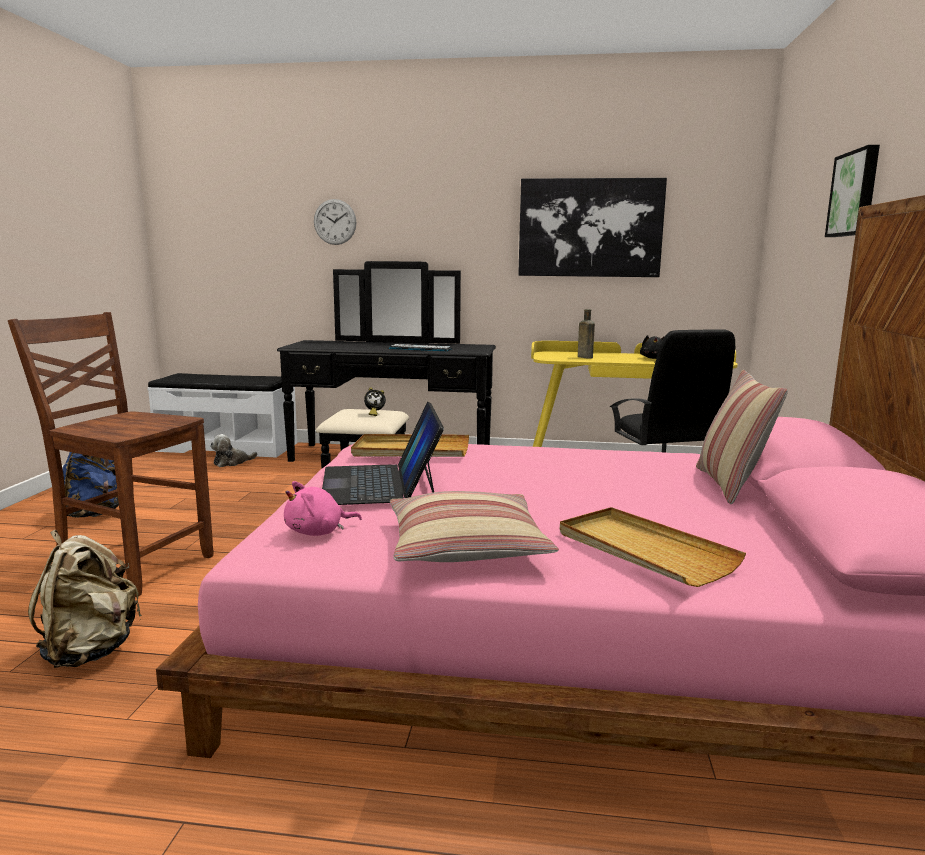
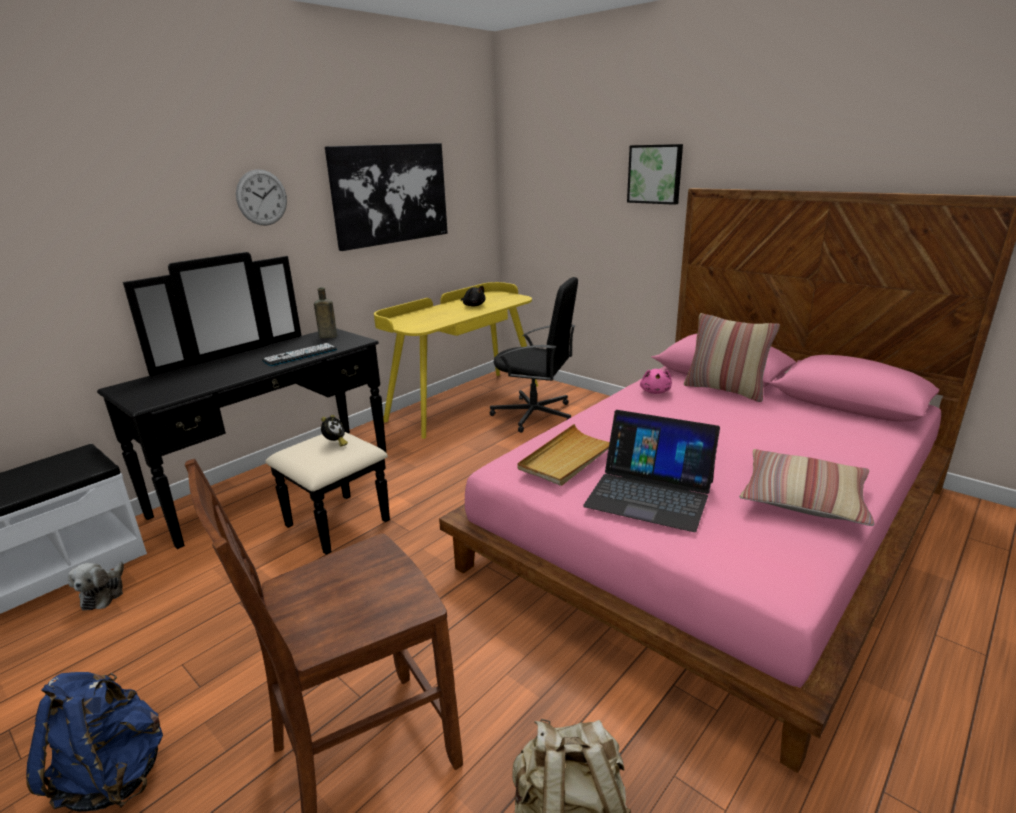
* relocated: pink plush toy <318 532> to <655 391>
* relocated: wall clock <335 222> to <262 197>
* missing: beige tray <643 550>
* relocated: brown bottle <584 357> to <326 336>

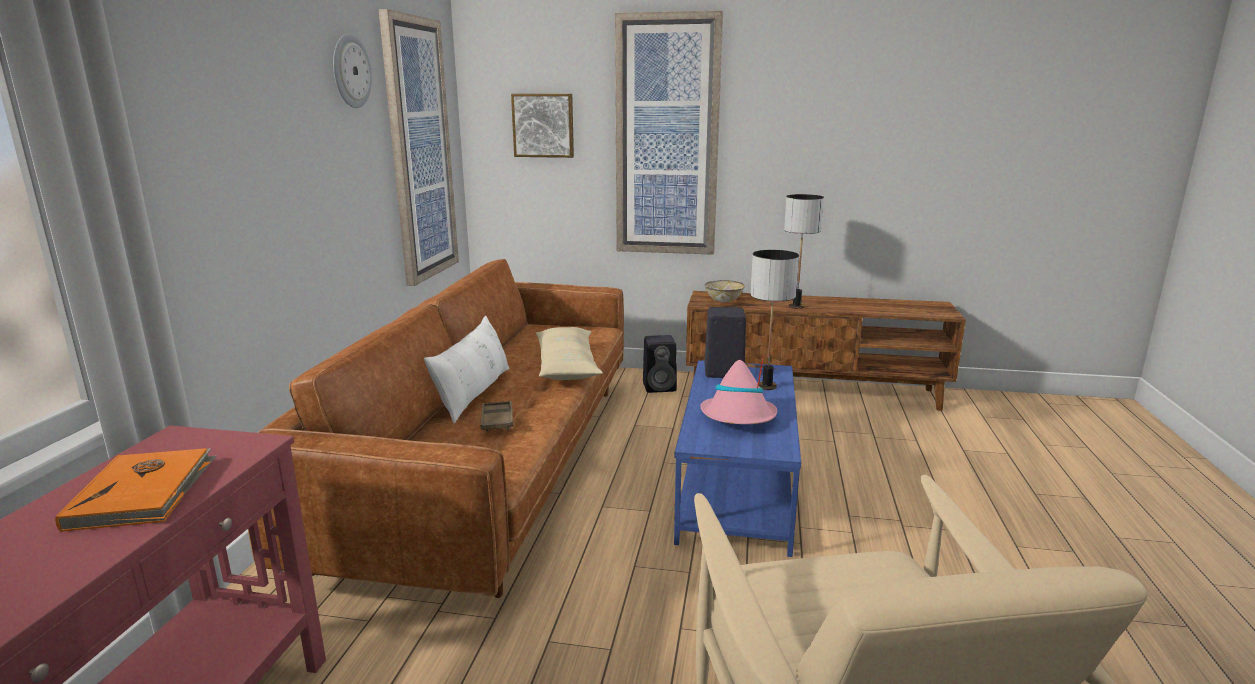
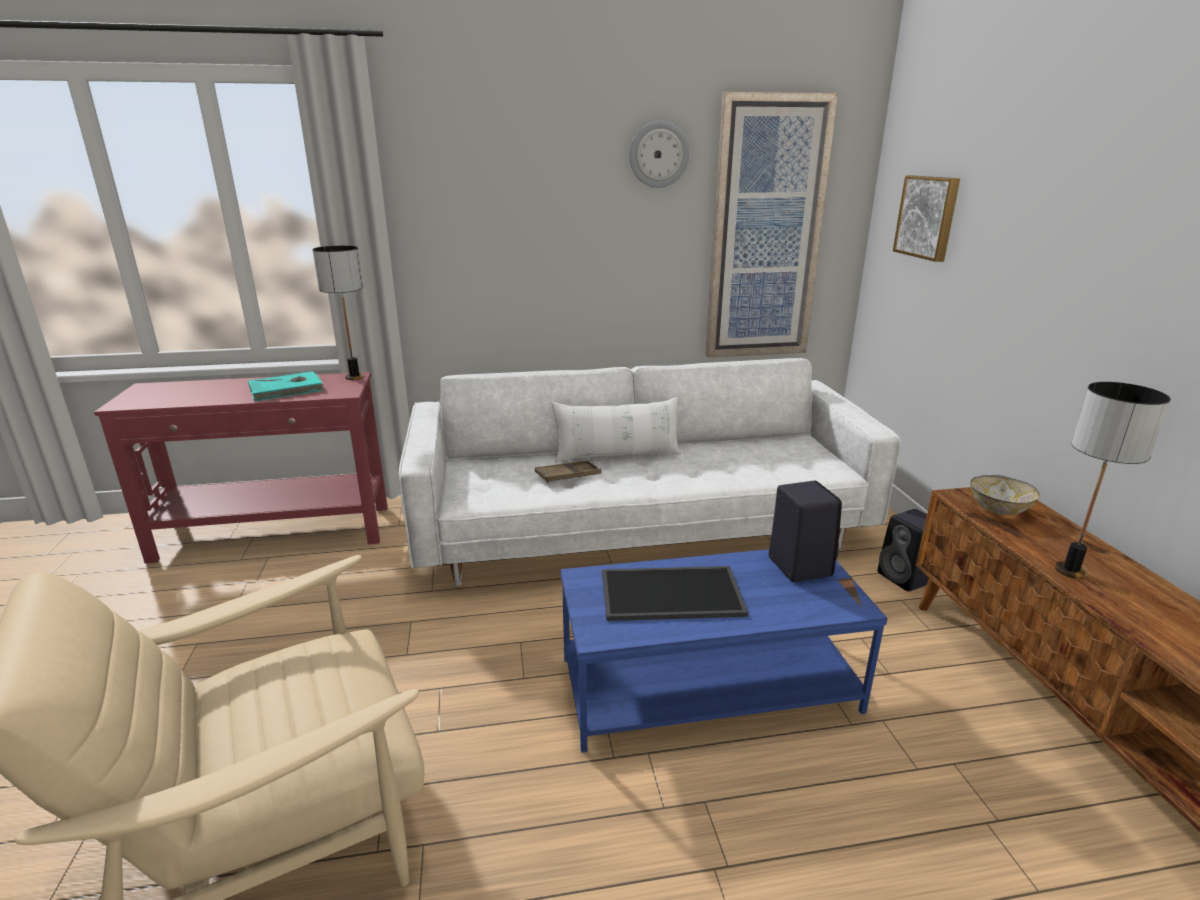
* colour: orange book <144 492> to turquoise book <287 389>
* colour: brown sofa <494 464> to white sofa <639 528>
* missing: beige pillow <567 366>
* missing: picture <667 137>
* exchanged: pink hat <739 417> to tray <670 595>
* relocated: table lamp <767 386> to <354 377>

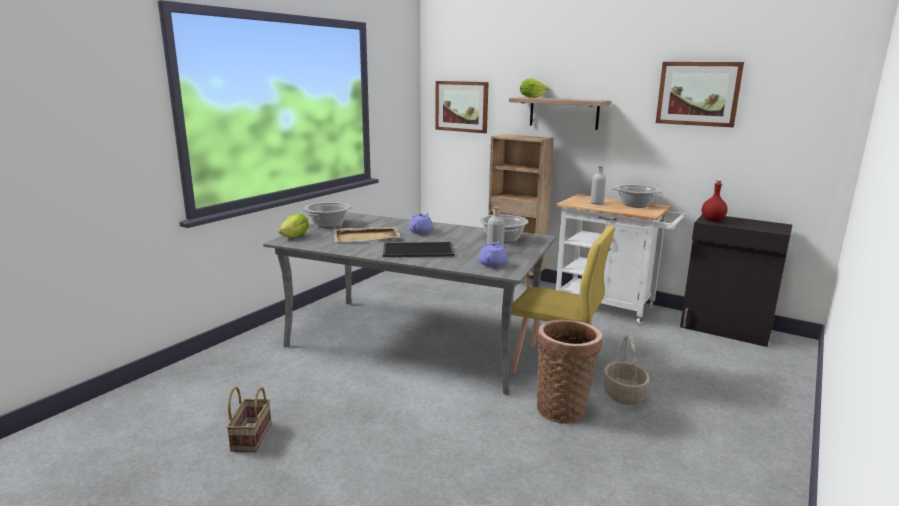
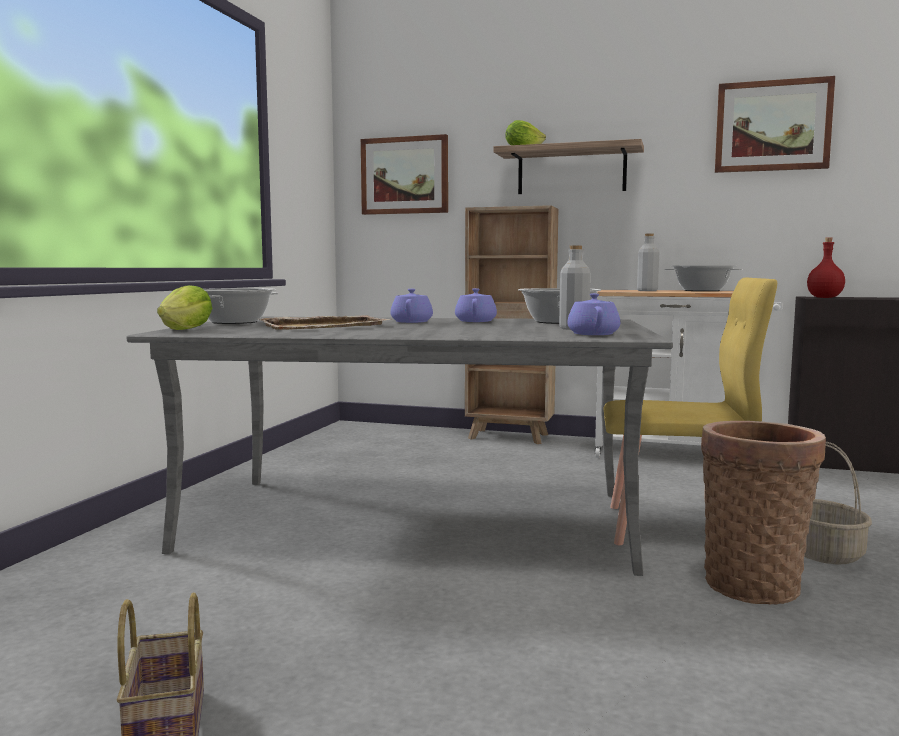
* missing: tray <417 250>
* appeared: purple teapot <475 321>

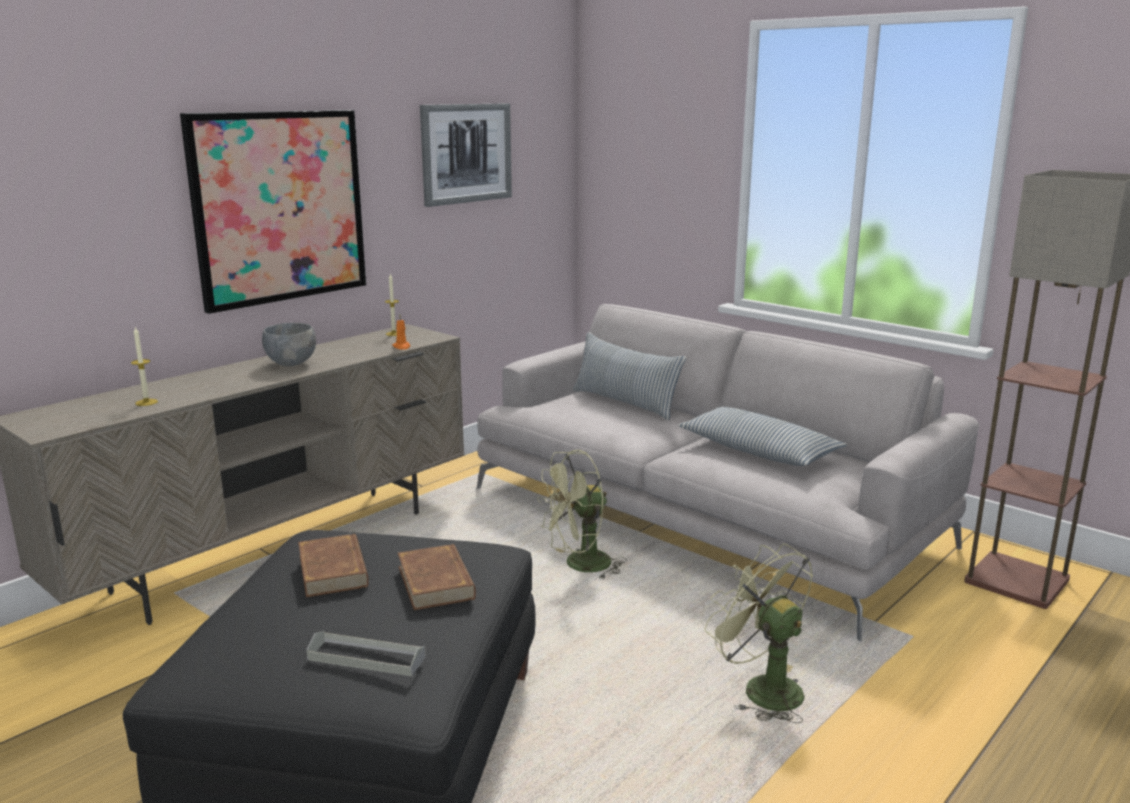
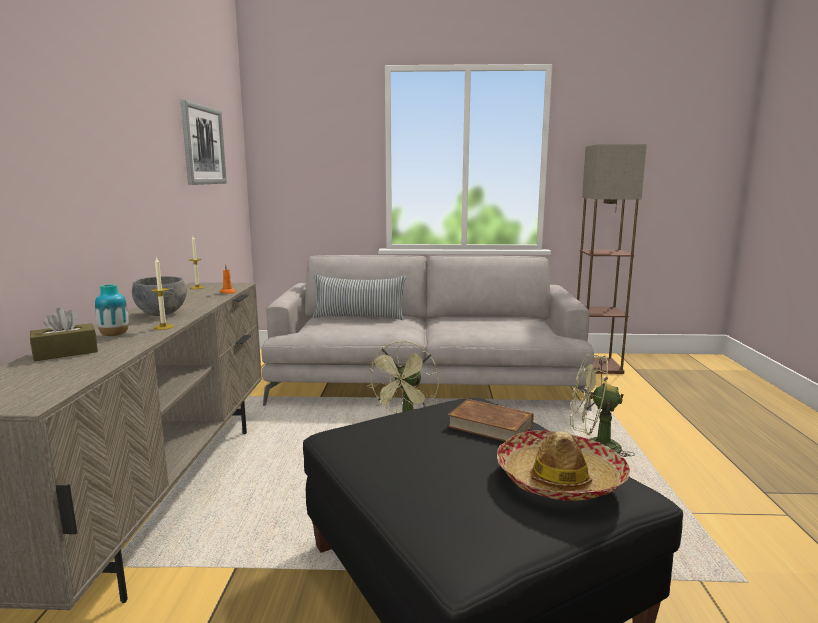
* relocated: candle <146 402> to <163 327>
* missing: picture <279 207>
* missing: brown book <334 570>
* exchanged: grey tray <366 658> to hat <560 479>
* missing: pillow <759 451>
* appeared: brown tissue box <65 353>
* appeared: vase <114 335>

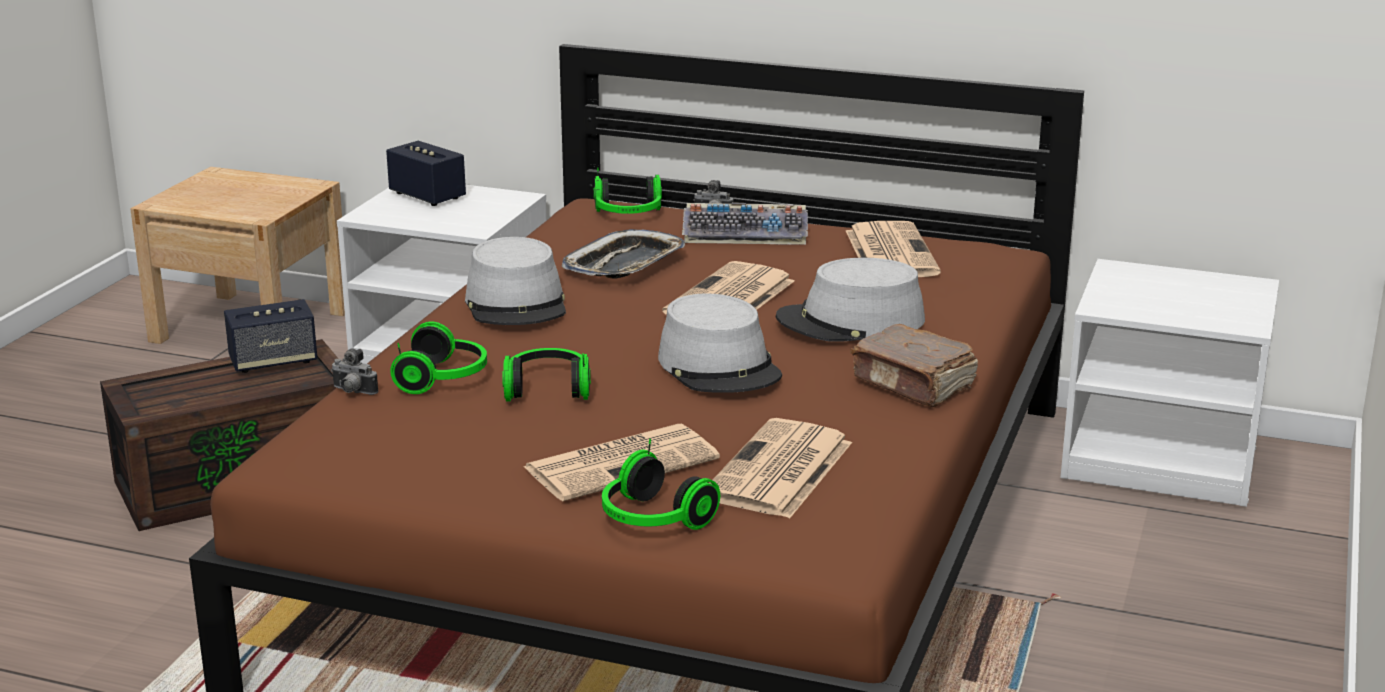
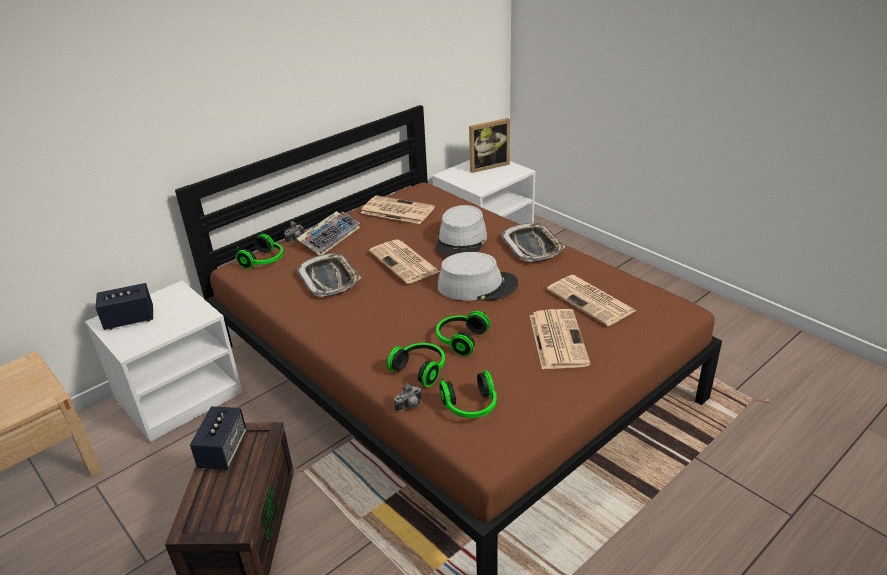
* missing: grey hat <517 304>
* relocated: headphones <652 520> to <471 407>
* exchanged: brown book <914 384> to tray <532 246>
* appeared: picture frame <487 166>

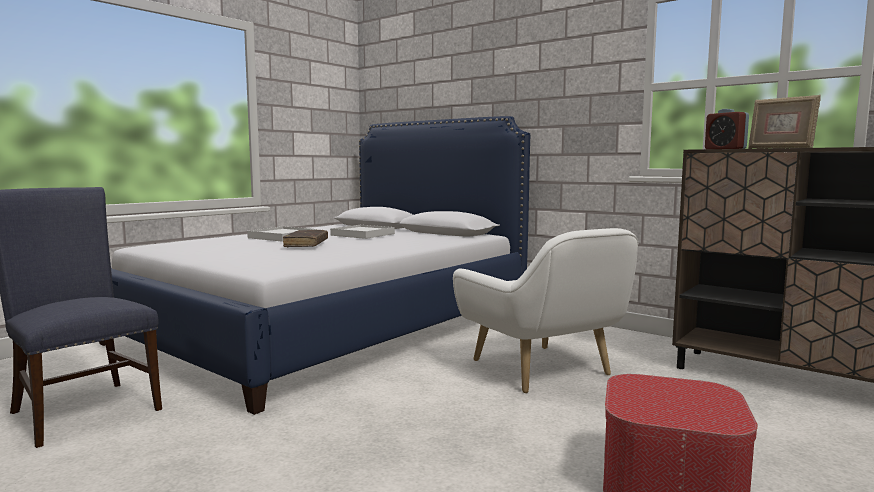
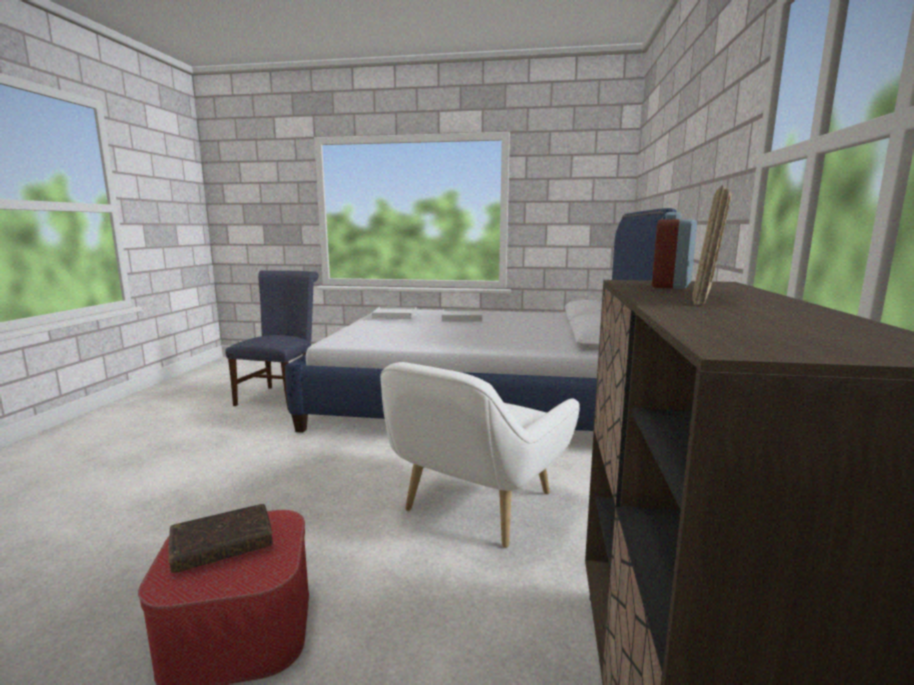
* relocated: brown book <306 244> to <222 546>
* relocated: white tray <362 234> to <394 315>

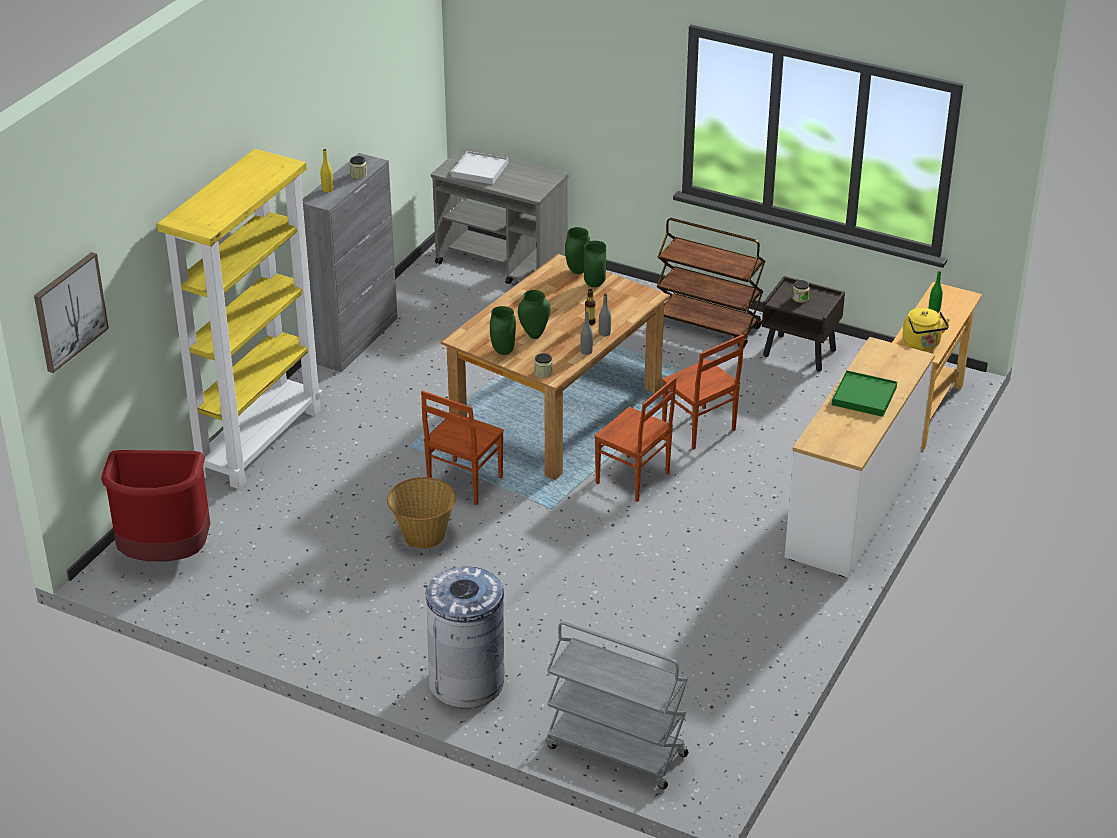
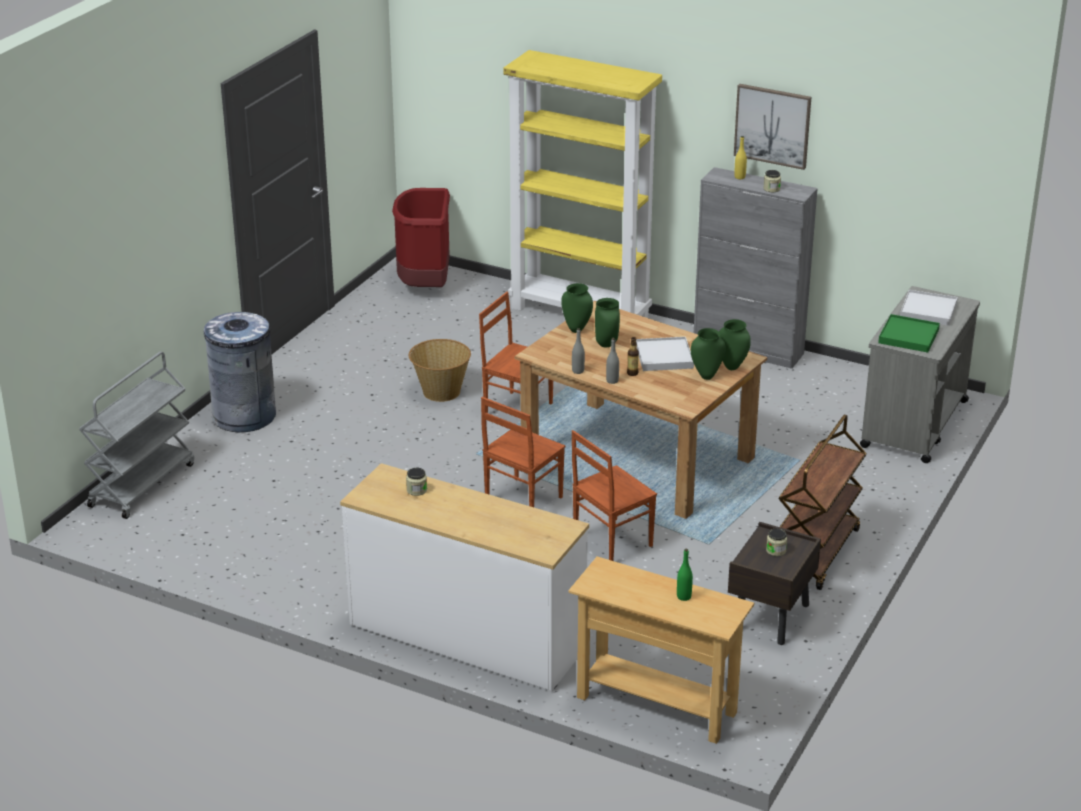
* relocated: picture <69 311> to <772 125>
* relocated: jar <543 373> to <416 490>
* relocated: green tray <864 396> to <908 336>
* missing: yellow kettle <922 344>
* appeared: white tray <664 357>

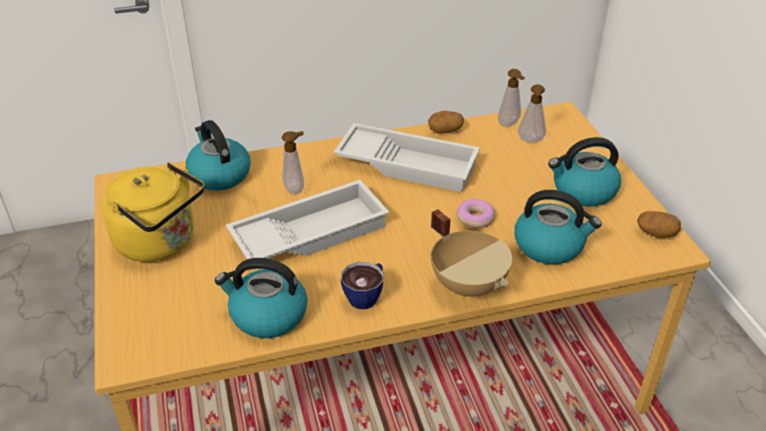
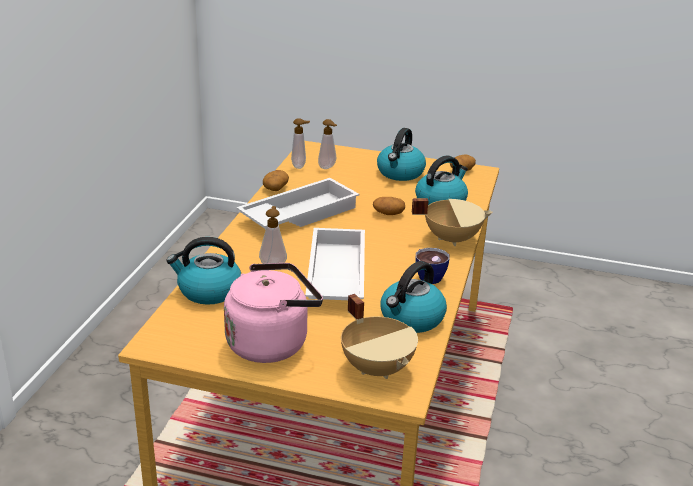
* colour: yellow kettle <161 242> to pink kettle <271 342>
* exchanged: donut <475 218> to potato <388 213>
* appeared: beige cooking pot <378 368>

